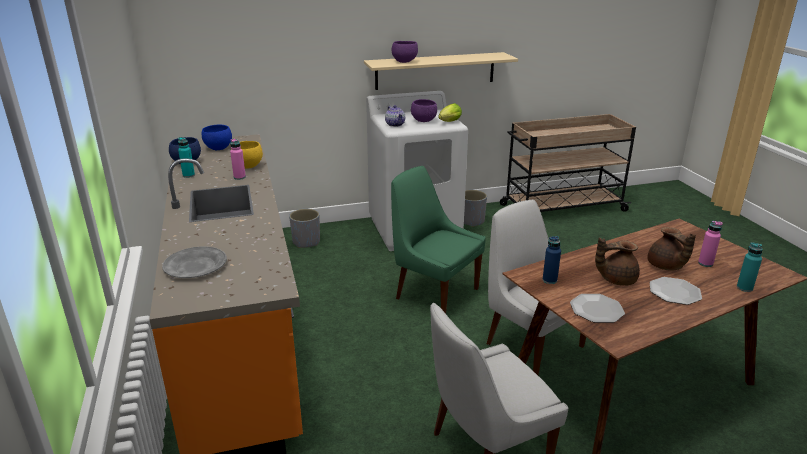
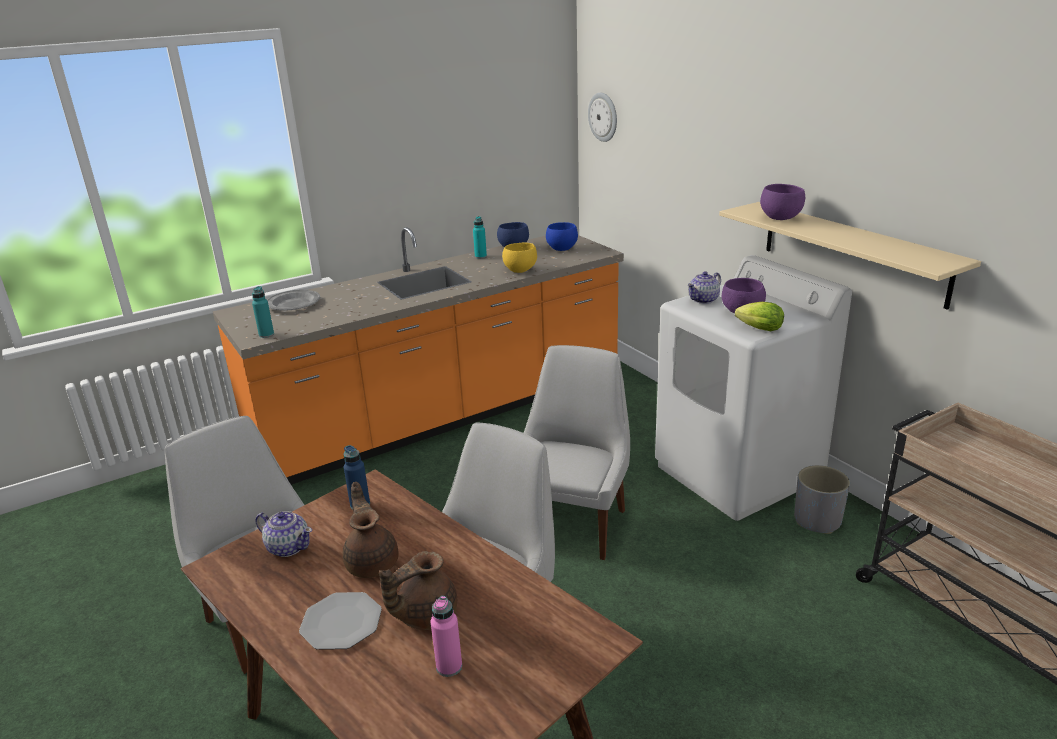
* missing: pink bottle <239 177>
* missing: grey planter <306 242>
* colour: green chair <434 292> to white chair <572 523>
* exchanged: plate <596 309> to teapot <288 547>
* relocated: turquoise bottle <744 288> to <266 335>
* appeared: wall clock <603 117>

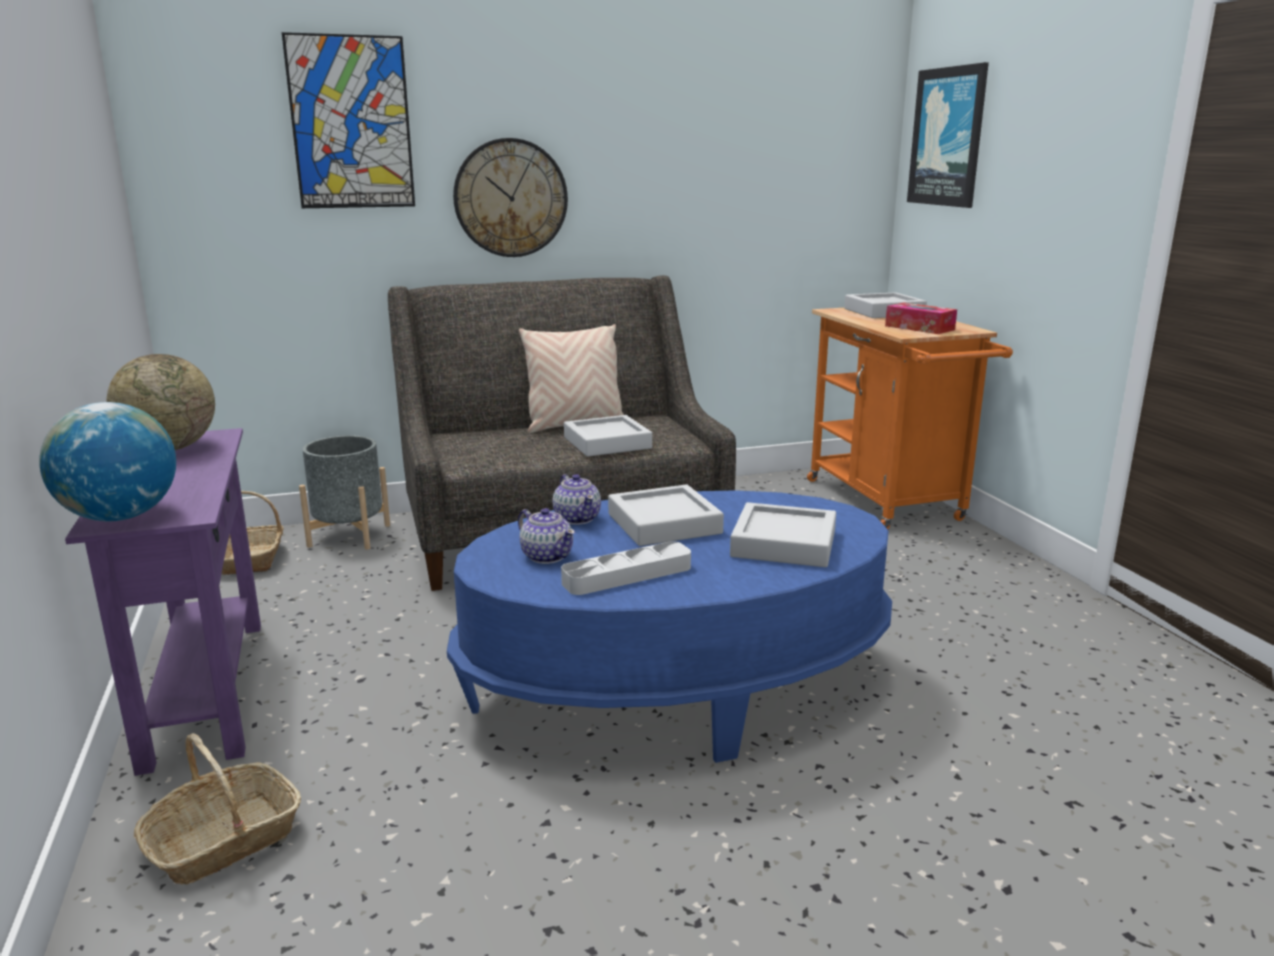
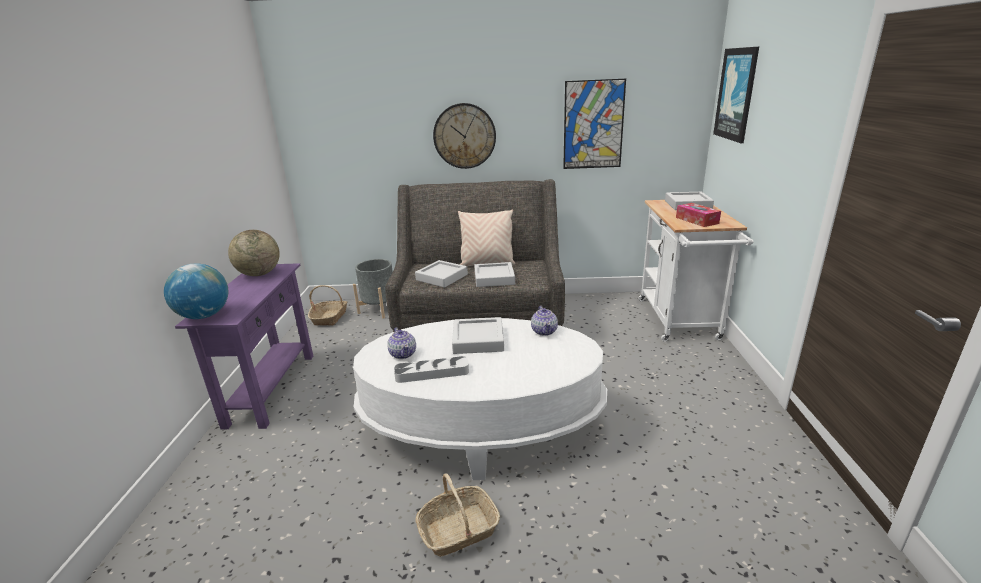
* relocated: basket <224 840> to <458 530>
* relocated: picture <351 123> to <593 125>
* colour: blue coffee table <677 686> to white coffee table <482 427>
* relocated: teapot <577 518> to <544 331>
* relocated: grey tray <783 544> to <442 277>
* colour: orange cart <889 503> to white cart <680 322>

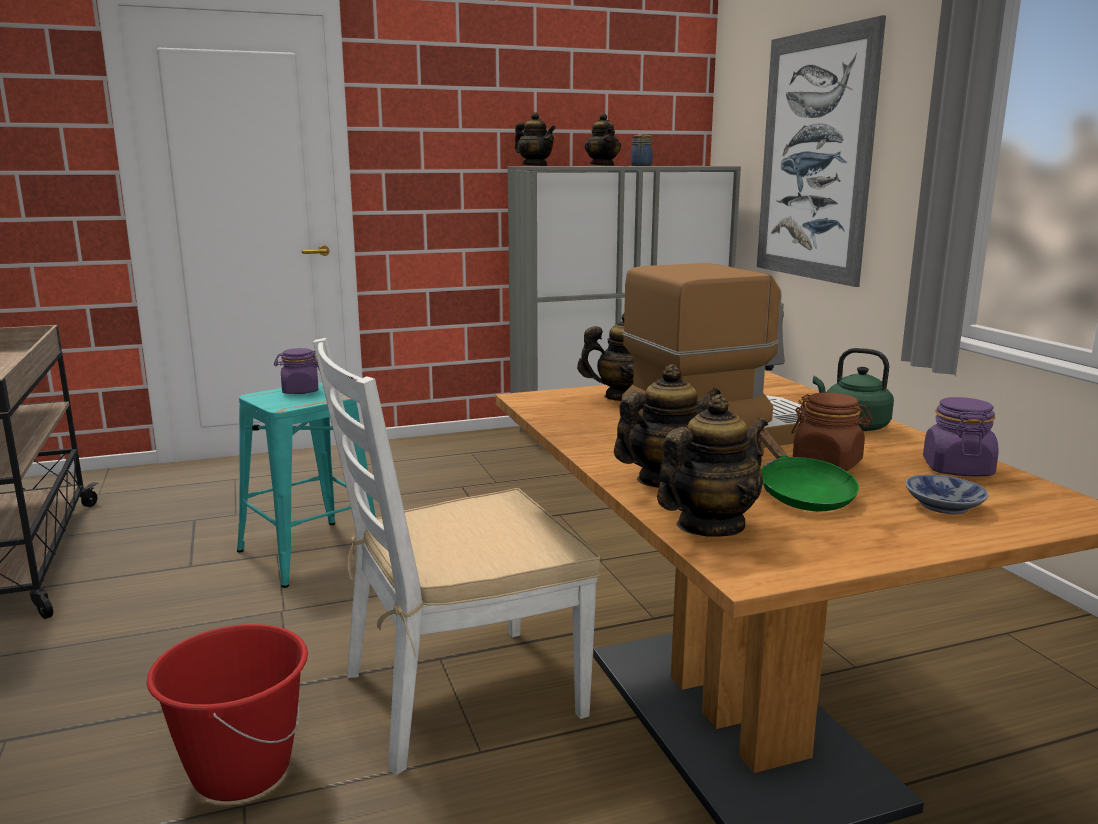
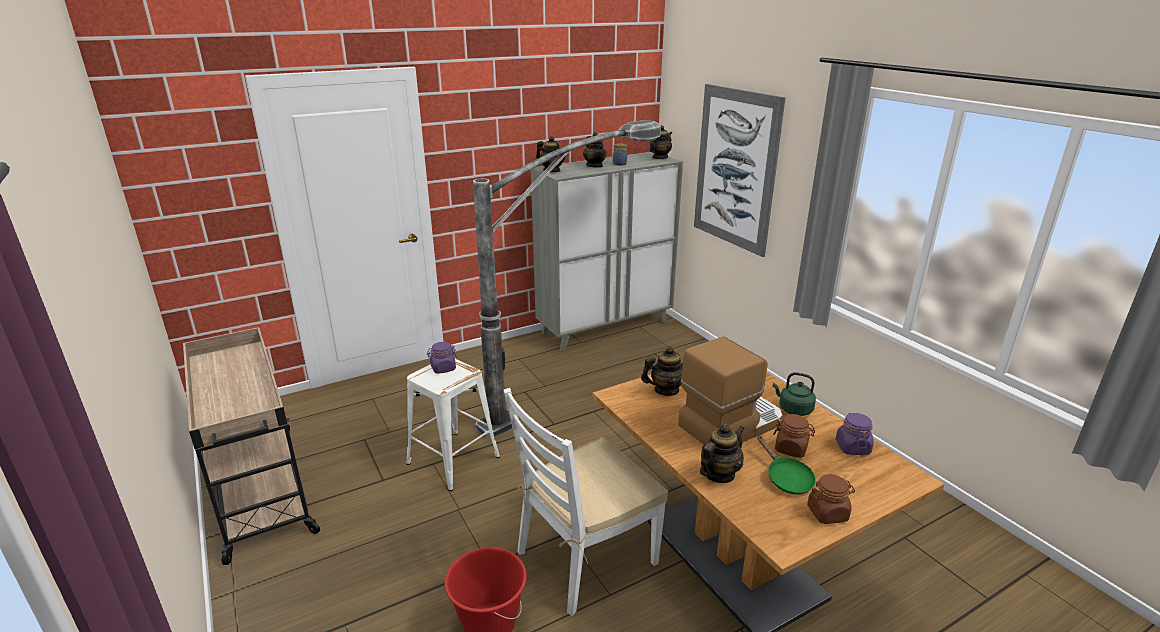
* colour: turquoise stool <309 552> to white stool <452 459>
* relocated: teapot <709 526> to <659 157>
* missing: bowl <940 505>
* appeared: floor lamp <571 390>
* appeared: brown jar <827 513>

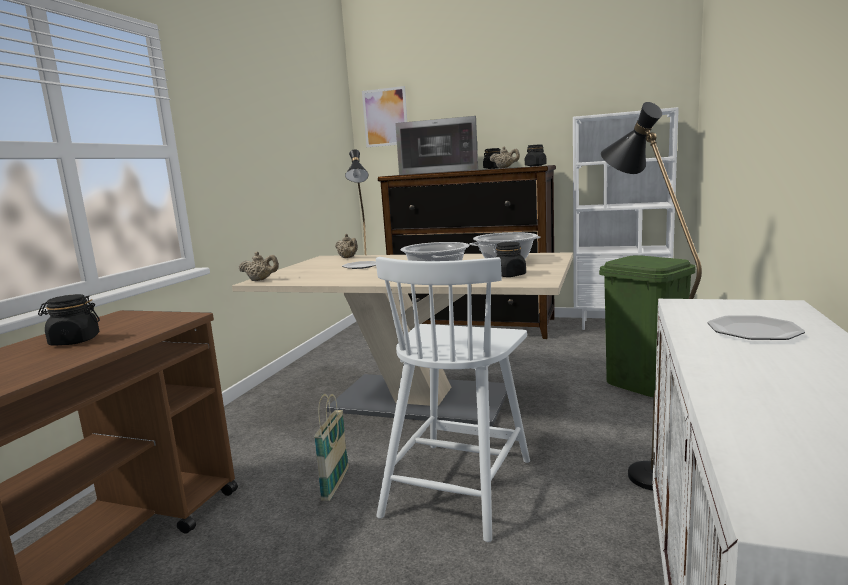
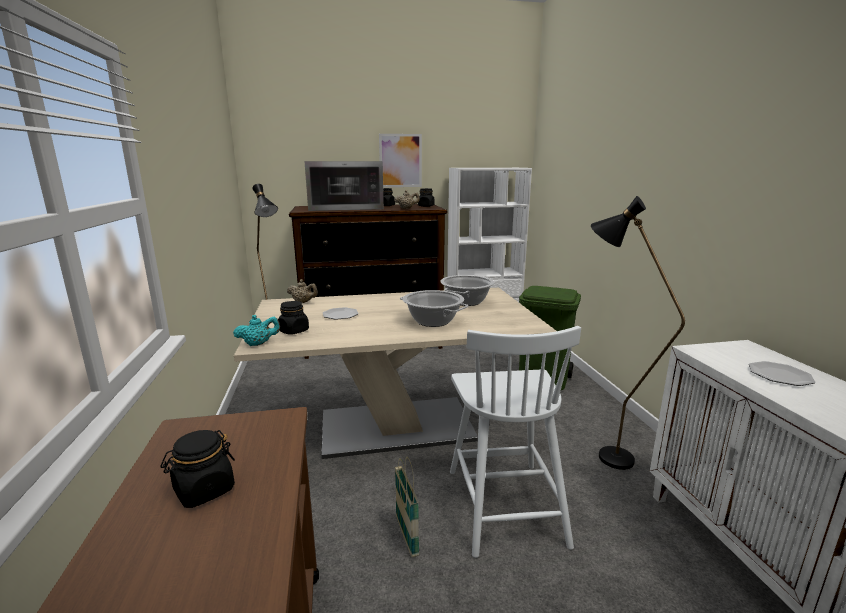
* colour: beige teapot <260 280> to turquoise teapot <258 344>
* relocated: picture <385 117> to <400 160>
* relocated: black jar <509 275> to <294 331>

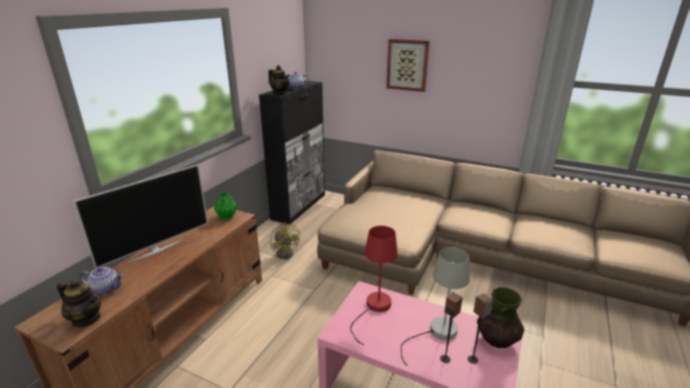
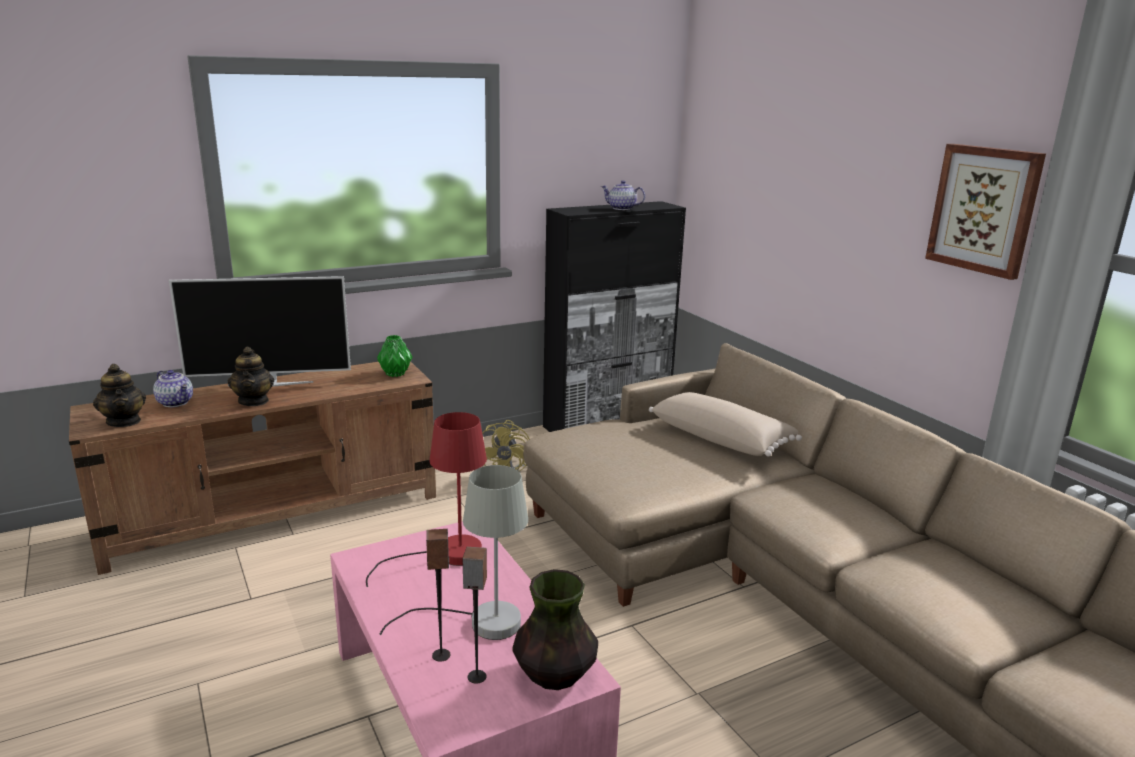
* relocated: teapot <280 93> to <254 401>
* relocated: picture <407 65> to <984 209>
* appeared: beige pillow <722 438>

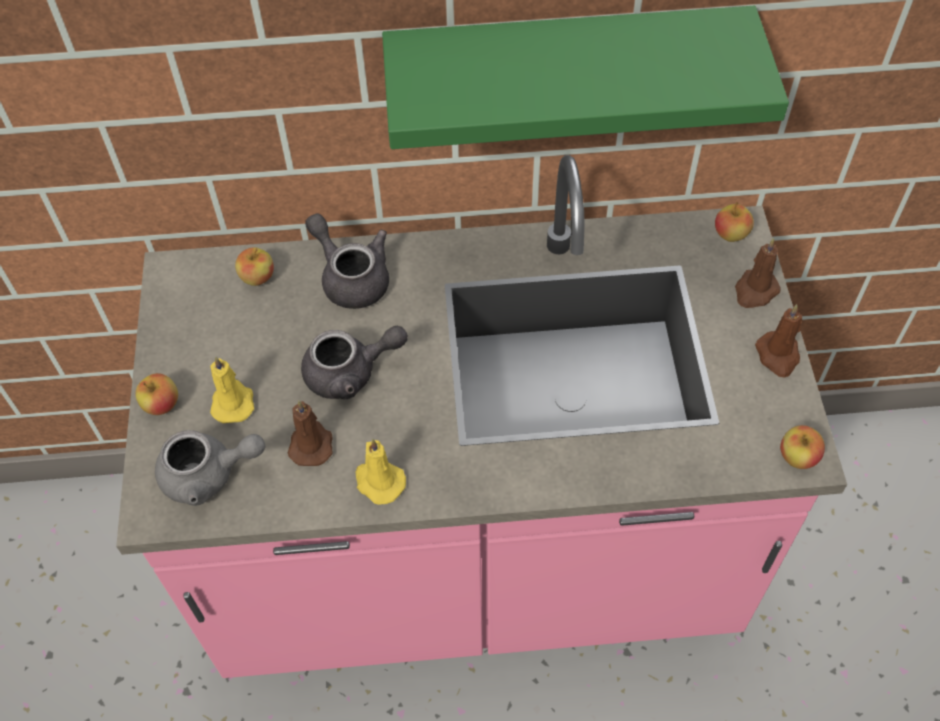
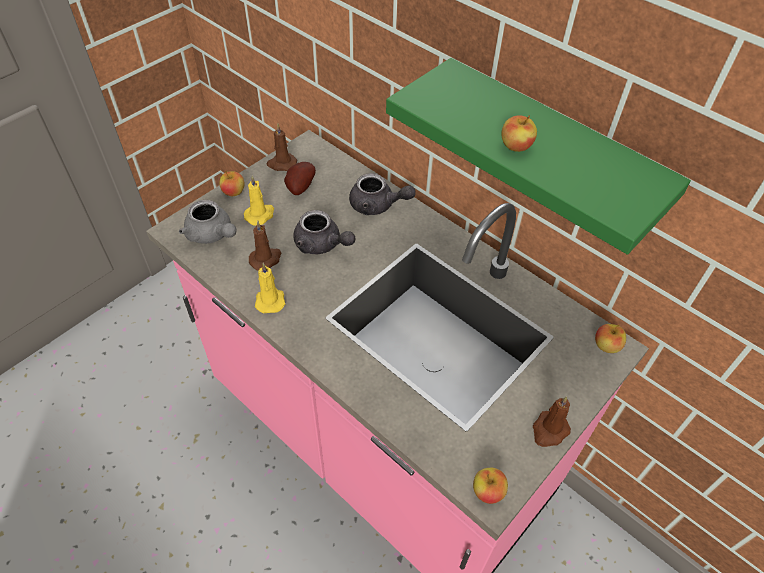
* relocated: apple <257 277> to <515 146>
* spun: grey teapot <351 277> = <377 206> 105 degrees clockwise
* relocated: brown candle <755 291> to <281 164>
* appeared: potato <299 188>

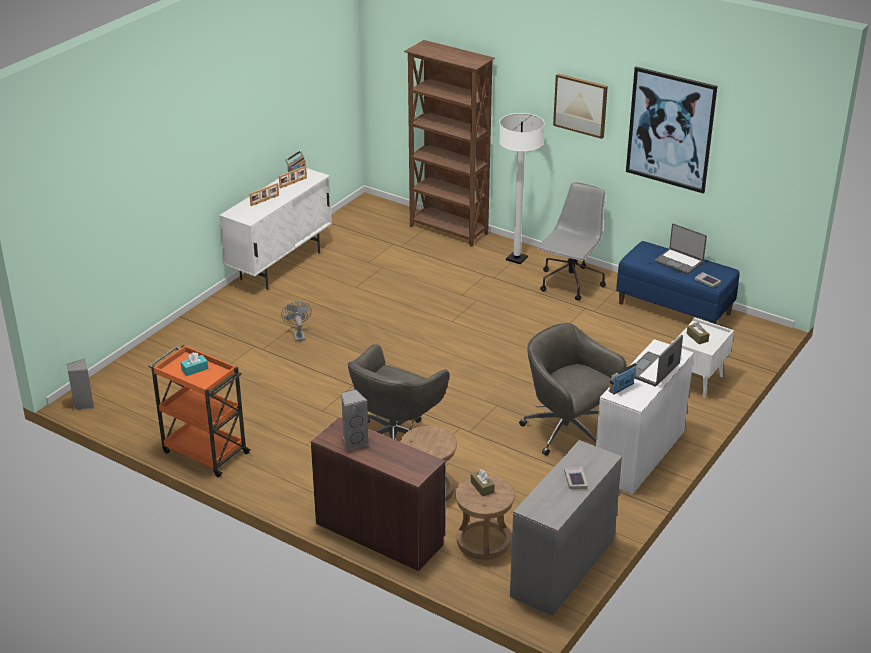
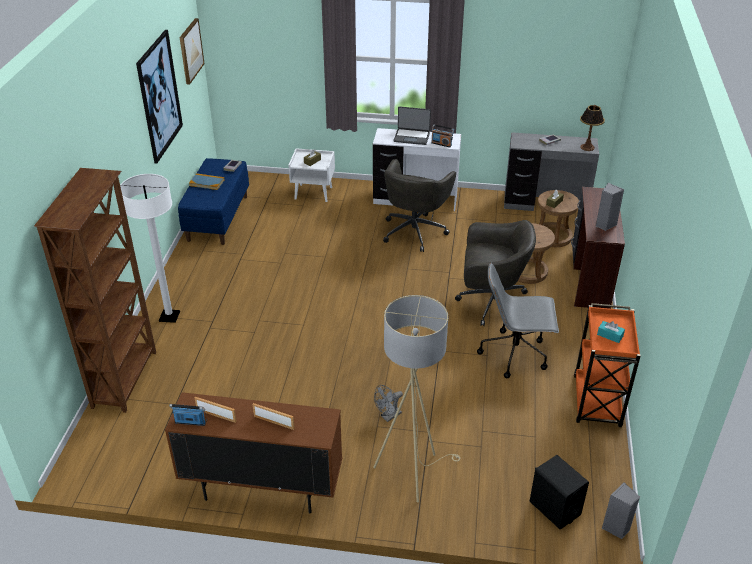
* colour: white cabinet <281 266> to brown cabinet <262 489>
* relocated: grey office chair <570 283> to <515 354>
* relocated: picture <580 105> to <190 51>
* exchanged: laptop <679 262> to book <207 183>
* appeared: beige floor lamp <412 471>
* appeared: black speaker <554 508>
* appeared: table lamp <587 147>

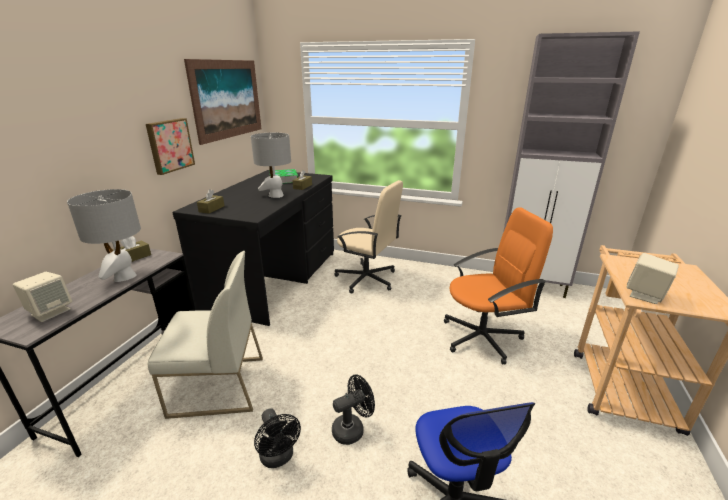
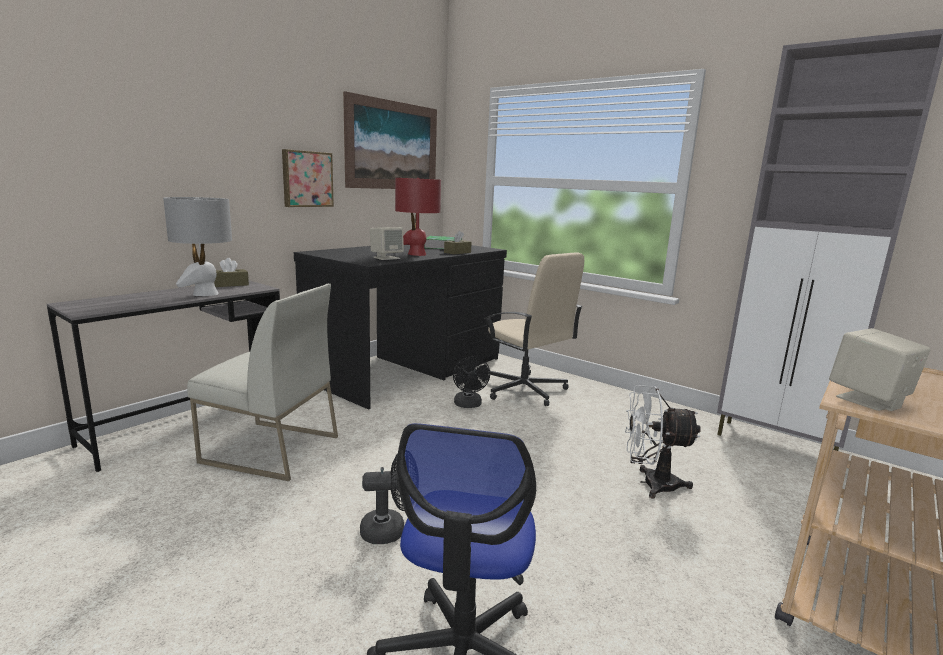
* relocated: beige speaker <51 312> to <386 258>
* missing: brown tissue box <211 209>
* colour: grey table lamp <276 195> to red table lamp <417 254>
* relocated: black fan <279 458> to <468 405>
* exchanged: orange office chair <482 337> to white fan <650 483>

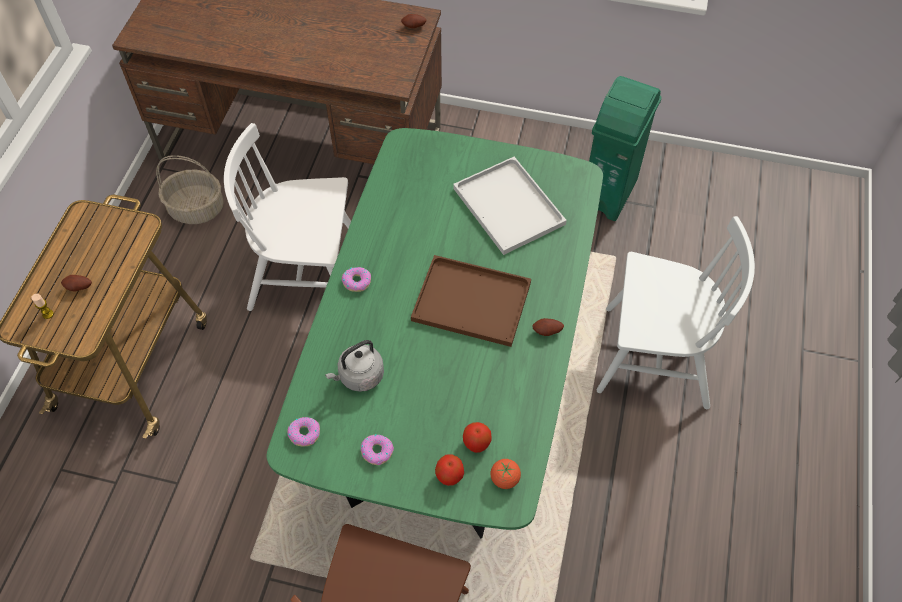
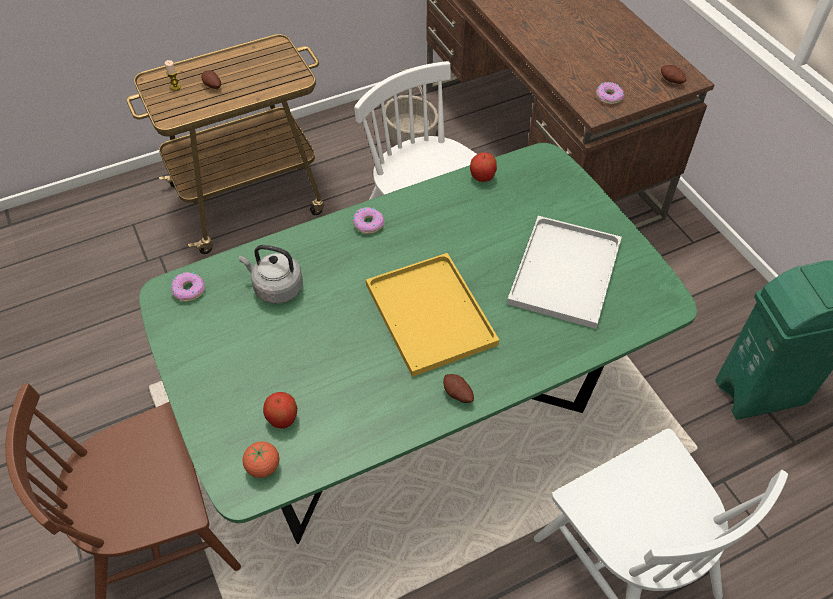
* relocated: donut <377 451> to <609 96>
* colour: brown tray <469 302> to yellow tray <428 313>
* relocated: apple <449 476> to <482 177>

